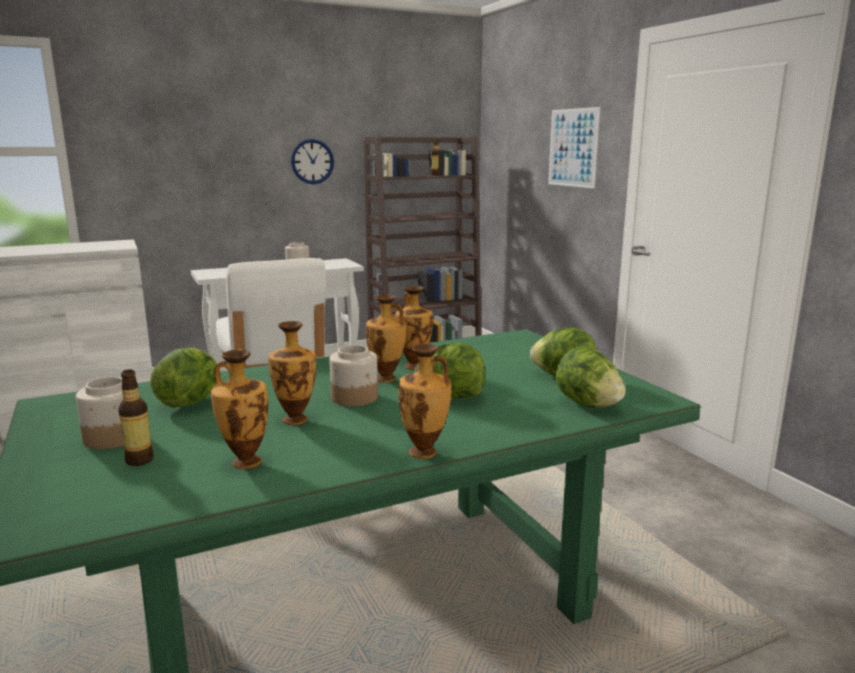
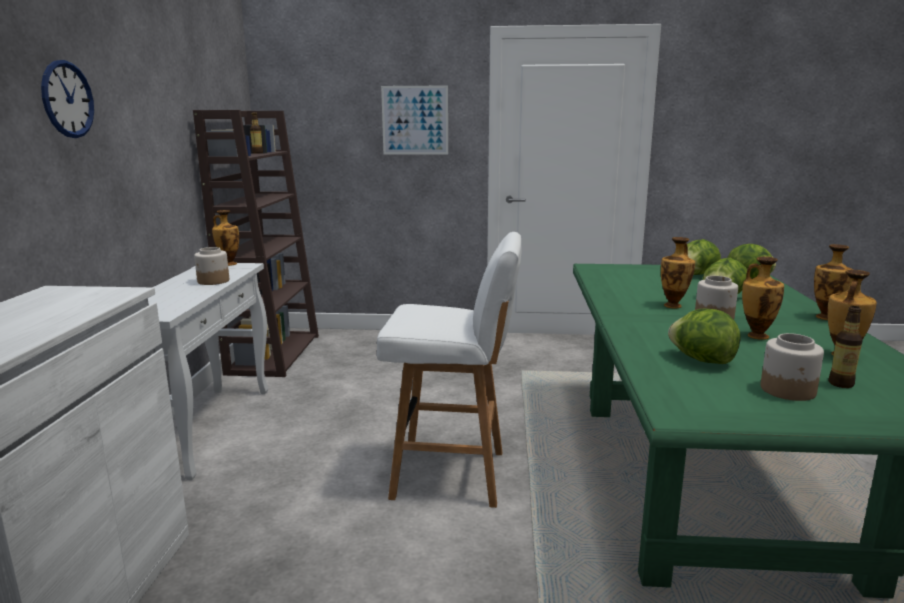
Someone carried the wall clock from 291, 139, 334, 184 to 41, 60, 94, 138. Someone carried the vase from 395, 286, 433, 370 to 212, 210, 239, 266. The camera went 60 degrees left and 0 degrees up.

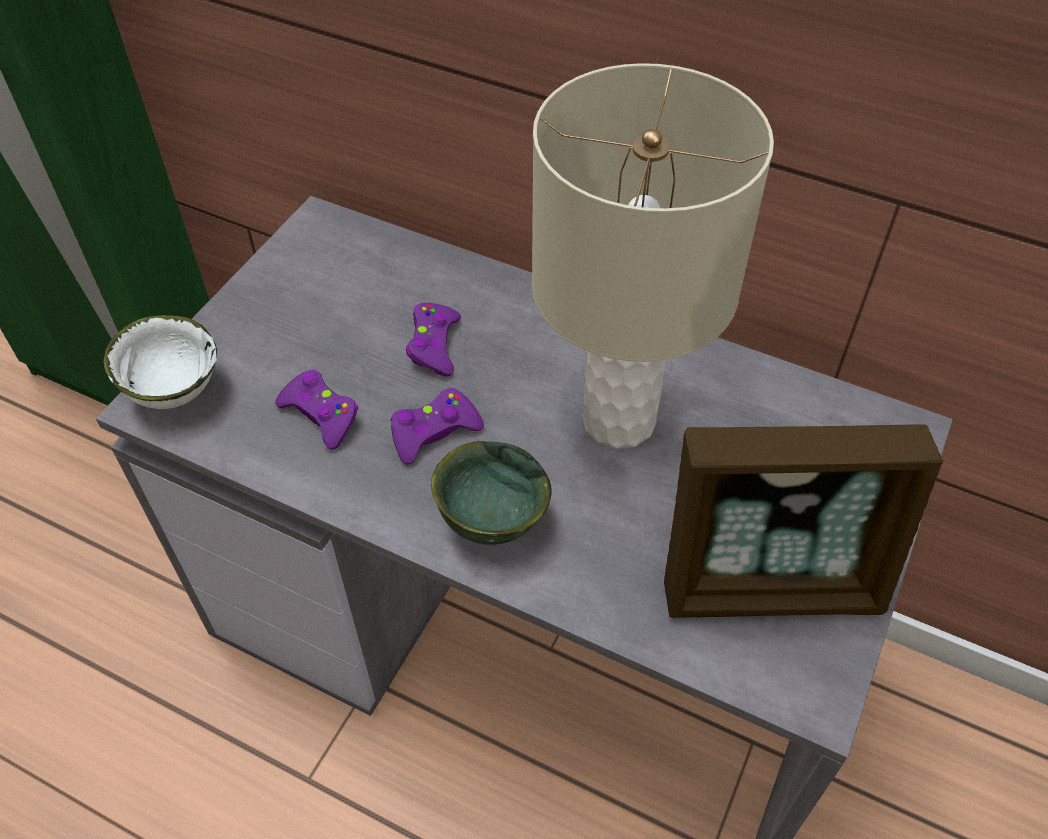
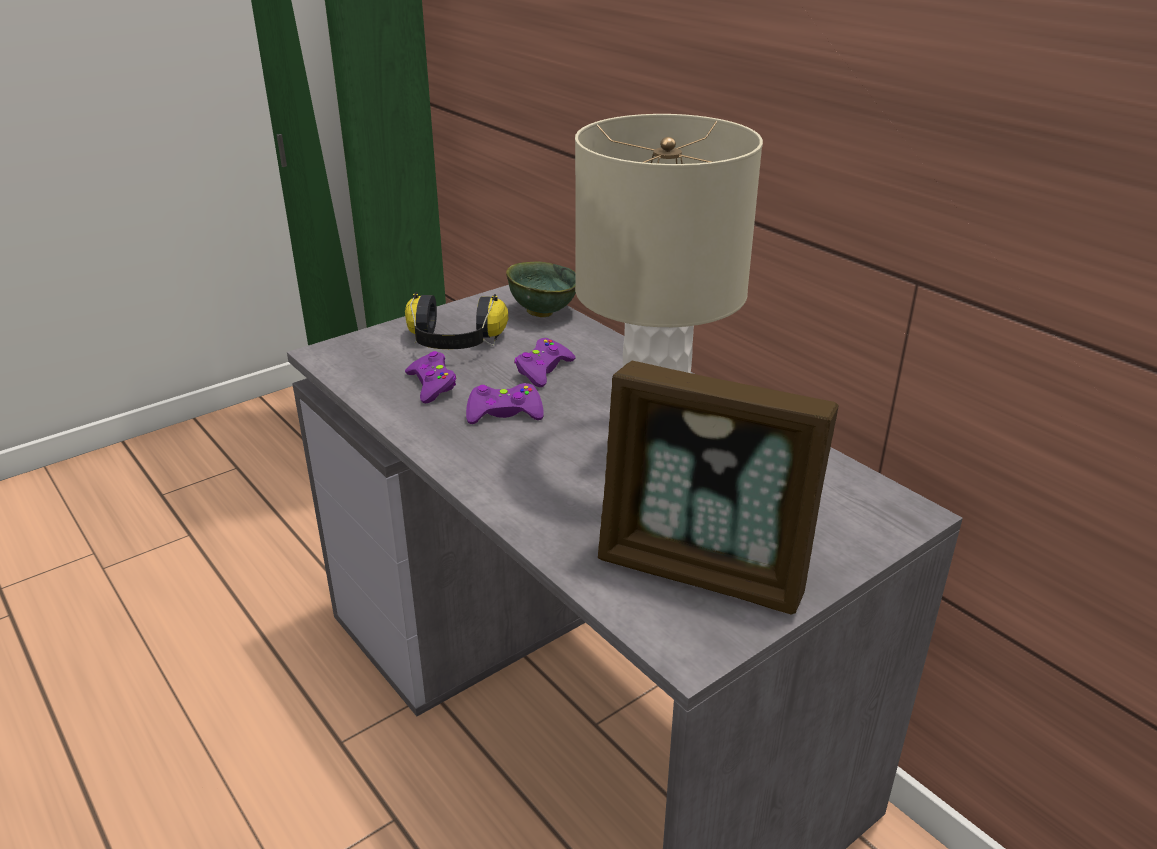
Someone took away the white bowl at 103, 315, 217, 409. Someone put down the headphones at 405, 292, 508, 349. Someone carried the green bowl from 431, 441, 552, 545 to 506, 261, 576, 317. The camera went 25 degrees right and 20 degrees down.

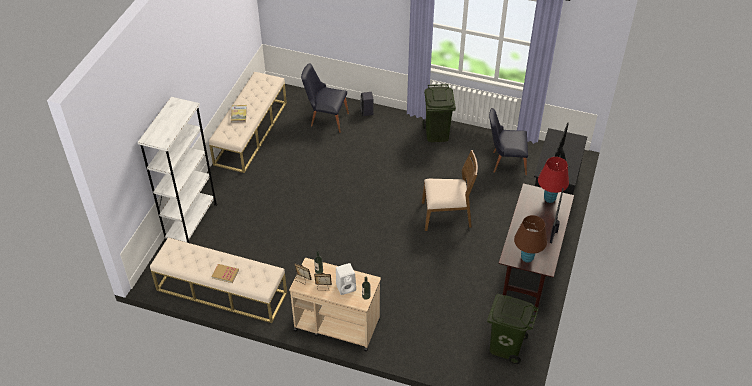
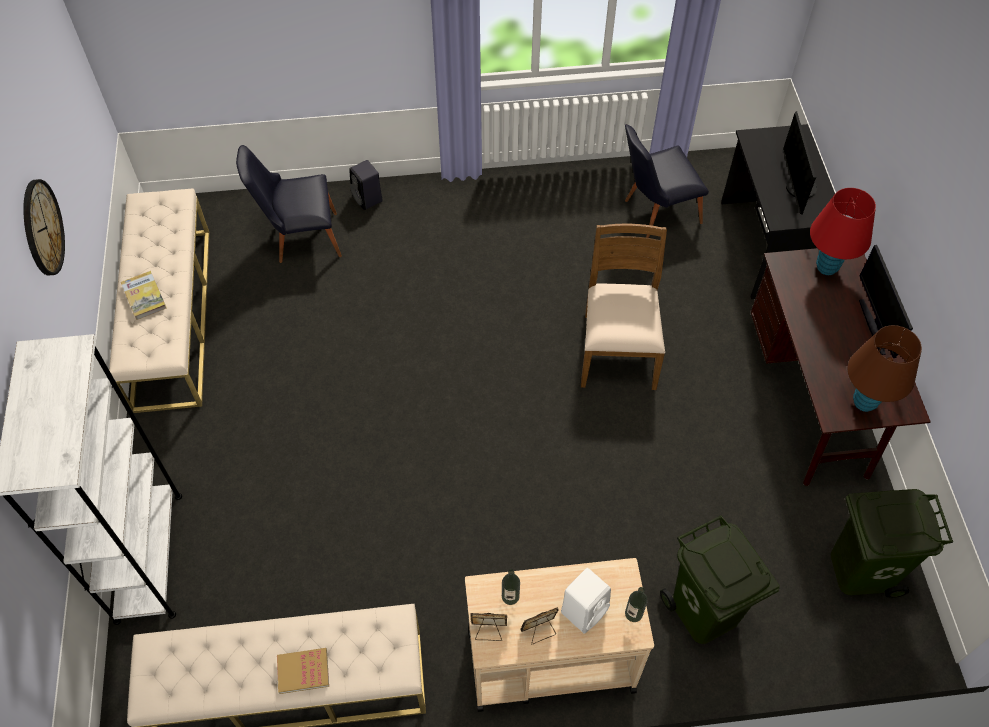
Someone put up the wall clock at 23, 179, 65, 275. Someone carried the green trash can from 423, 84, 456, 142 to 660, 515, 780, 644. Someone rotated the brown chair at 422, 150, 478, 231 by 60 degrees counterclockwise. The camera went 25 degrees left and 10 degrees up.

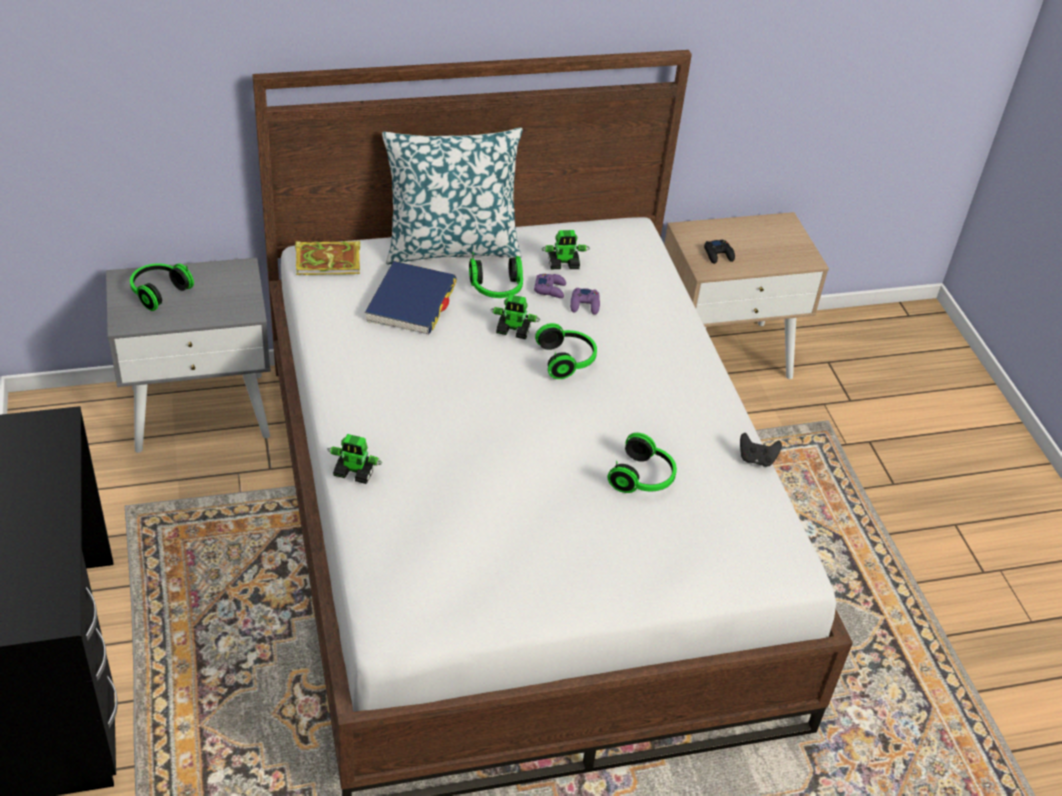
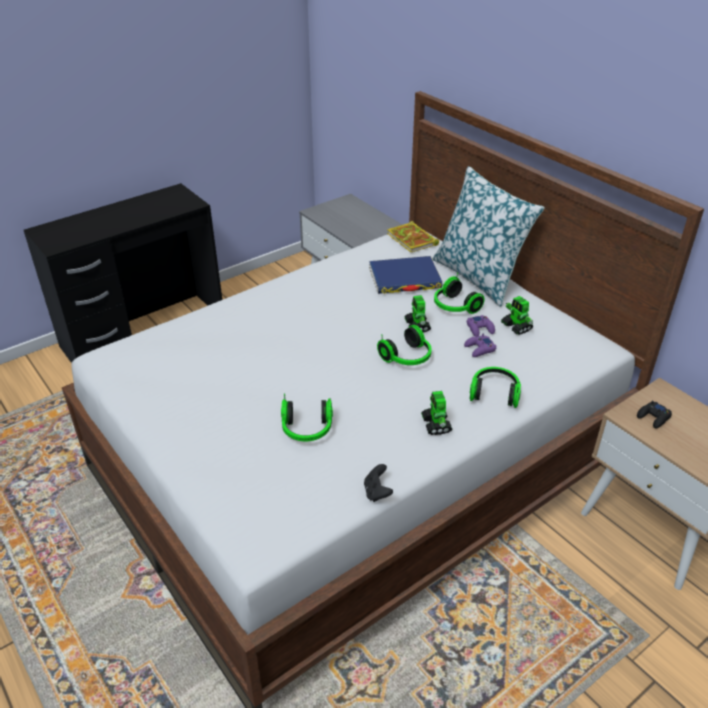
Someone carried the headphones from 130, 263, 194, 311 to 470, 367, 521, 408. Someone carried the toy robot from 328, 434, 382, 484 to 421, 391, 453, 435. The camera went 70 degrees right and 5 degrees down.

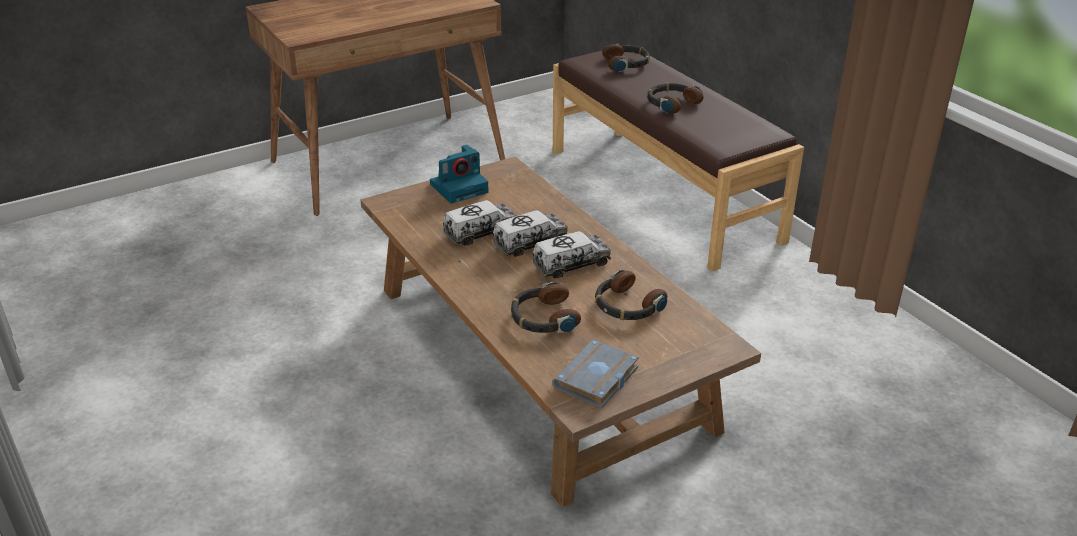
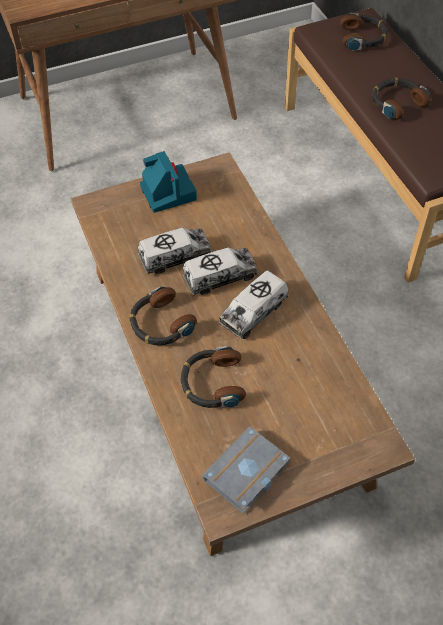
Someone carried the headphones from 595, 270, 667, 320 to 129, 287, 197, 346. Someone rotated the photo camera at 430, 145, 488, 204 by 90 degrees counterclockwise. Someone rotated the toy truck at 532, 231, 611, 278 by 150 degrees clockwise. The camera went 10 degrees right and 20 degrees up.

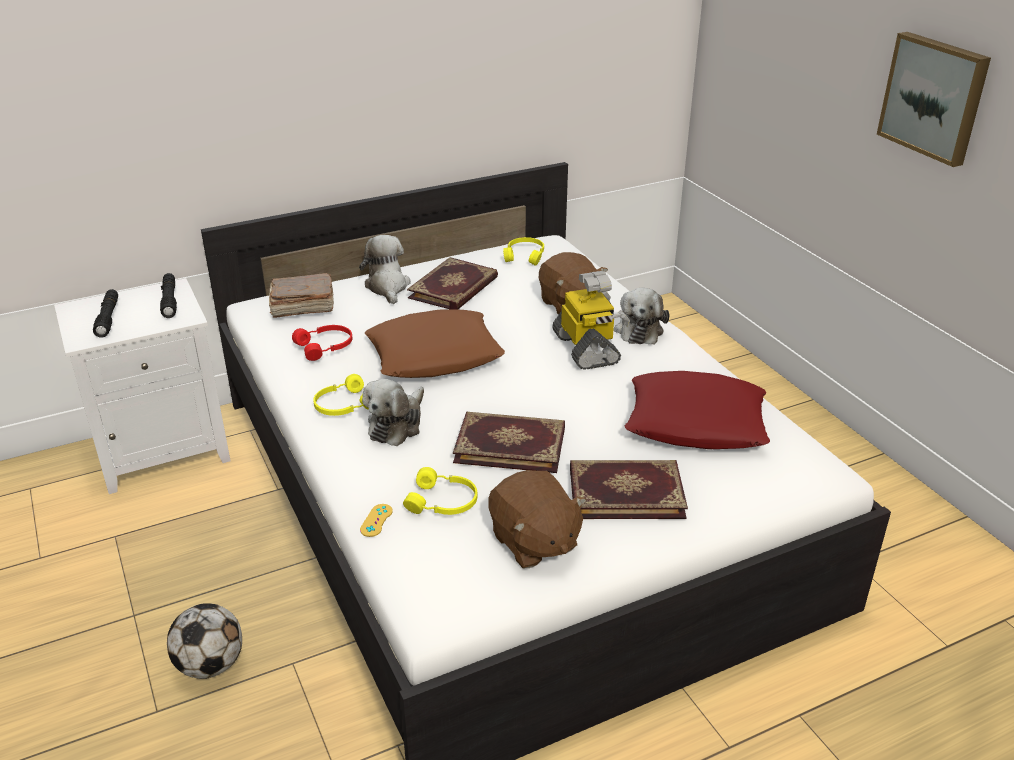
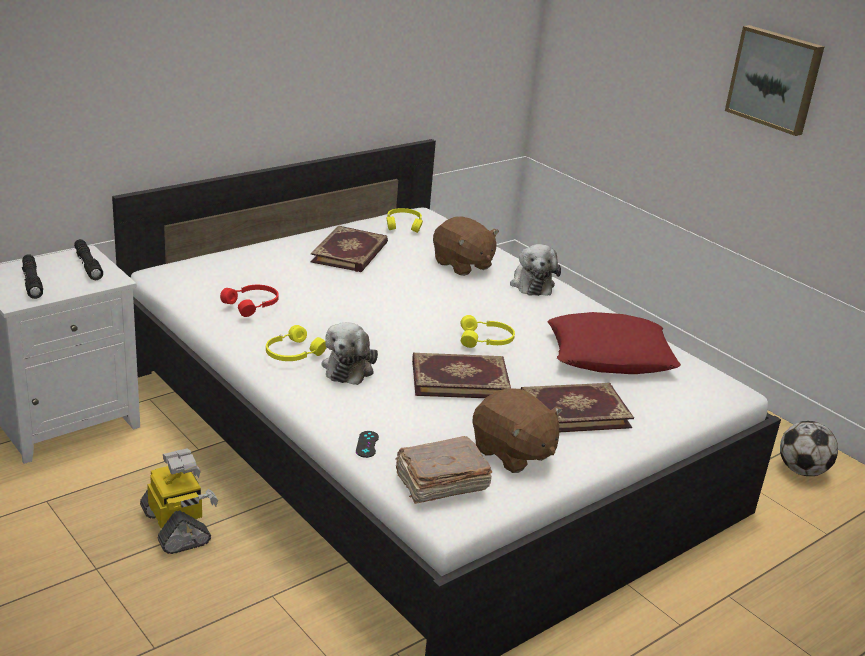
Someone took away the plush toy at 359, 235, 411, 304. Someone took away the brown pillow at 365, 309, 505, 378. Someone carried the football from 167, 603, 242, 679 to 780, 421, 838, 476. Someone carried the brown book from 269, 273, 334, 318 to 395, 436, 492, 504. Someone carried the yellow headphones from 403, 467, 477, 515 to 460, 315, 515, 348. Someone carried the toy robot from 552, 271, 630, 370 to 140, 449, 218, 554. Someone repainted the yellow game controller at 360, 504, 393, 537, which became the black game controller at 356, 431, 379, 458. The camera went 15 degrees left and 5 degrees down.

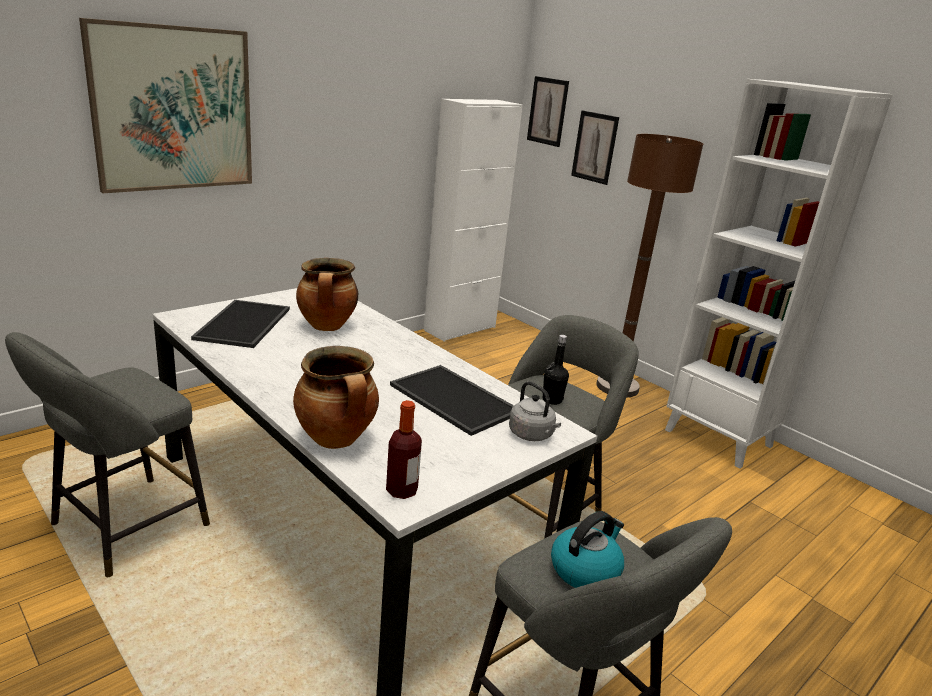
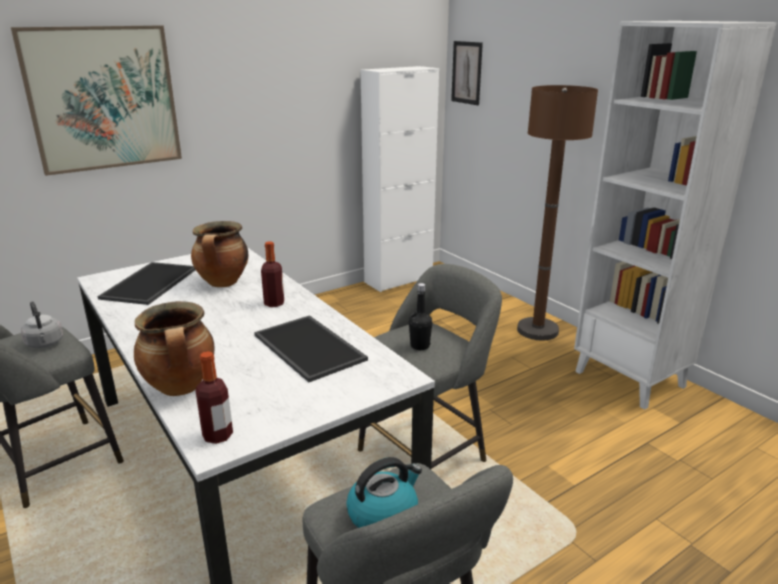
Someone took away the picture at 571, 110, 619, 185. Someone put down the bottle at 261, 241, 284, 307. Someone carried the grey kettle from 509, 381, 561, 441 to 21, 301, 63, 348. The camera went 10 degrees right and 0 degrees up.

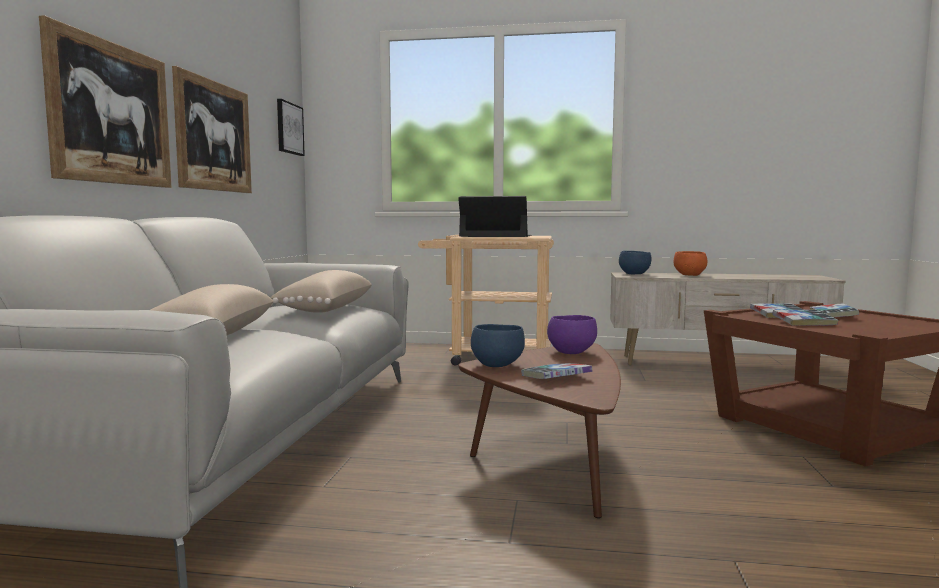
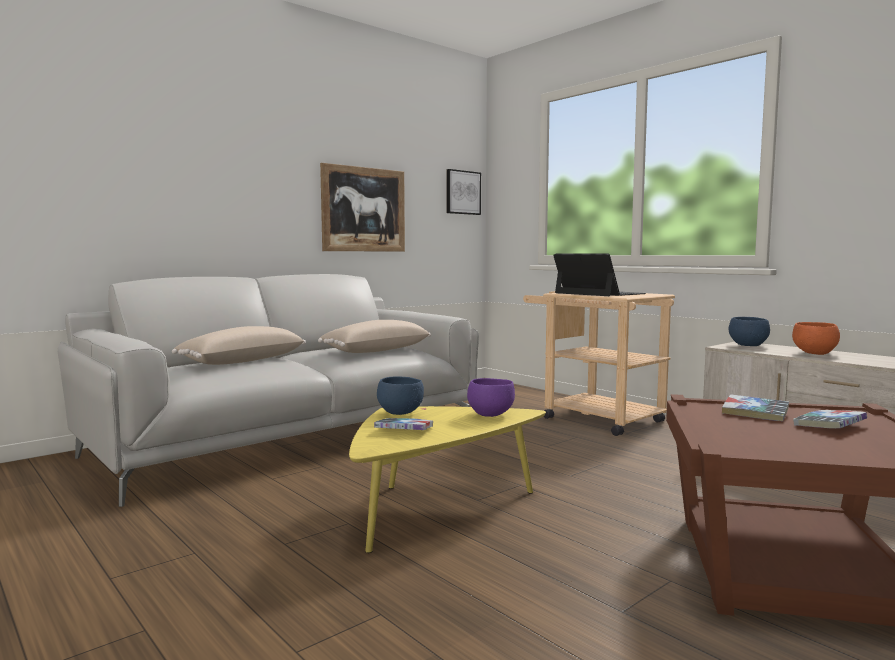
Someone took away the picture at 39, 15, 172, 188. Someone took away the book at 772, 310, 838, 326. Someone repainted the brown coffee table at 459, 343, 621, 518, which became the yellow coffee table at 349, 406, 546, 553. The camera went 40 degrees right and 0 degrees up.

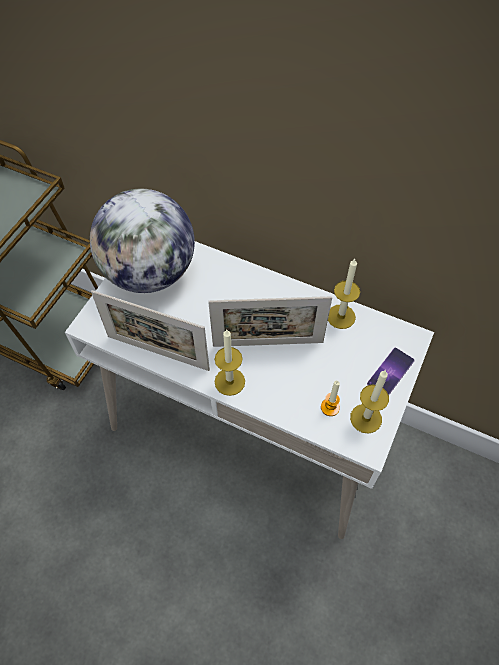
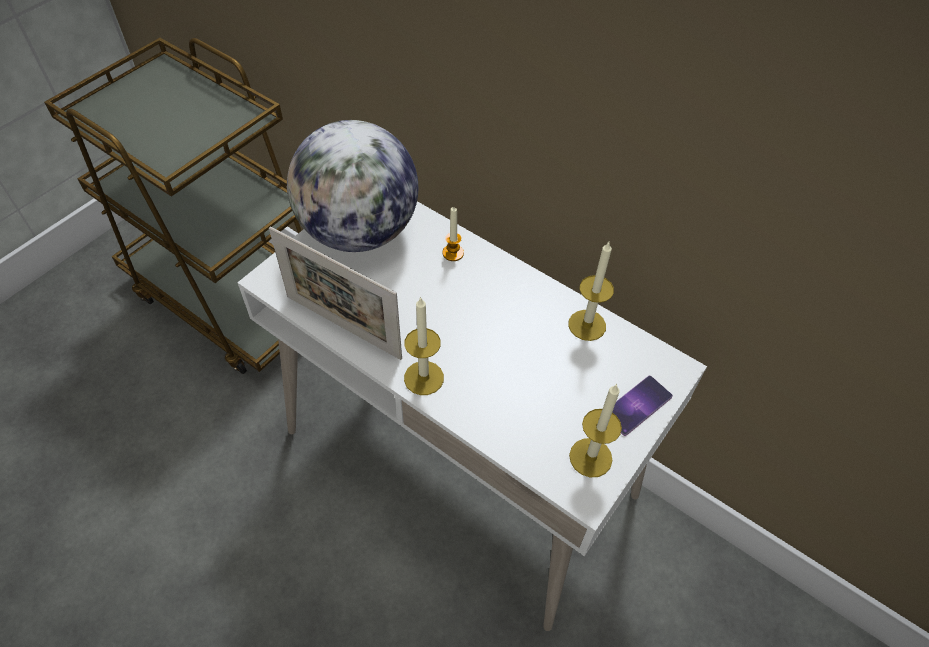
Someone took away the picture frame at 208, 296, 332, 347. Someone carried the candle from 321, 381, 340, 416 to 443, 207, 464, 261. The camera went 10 degrees right and 5 degrees down.

